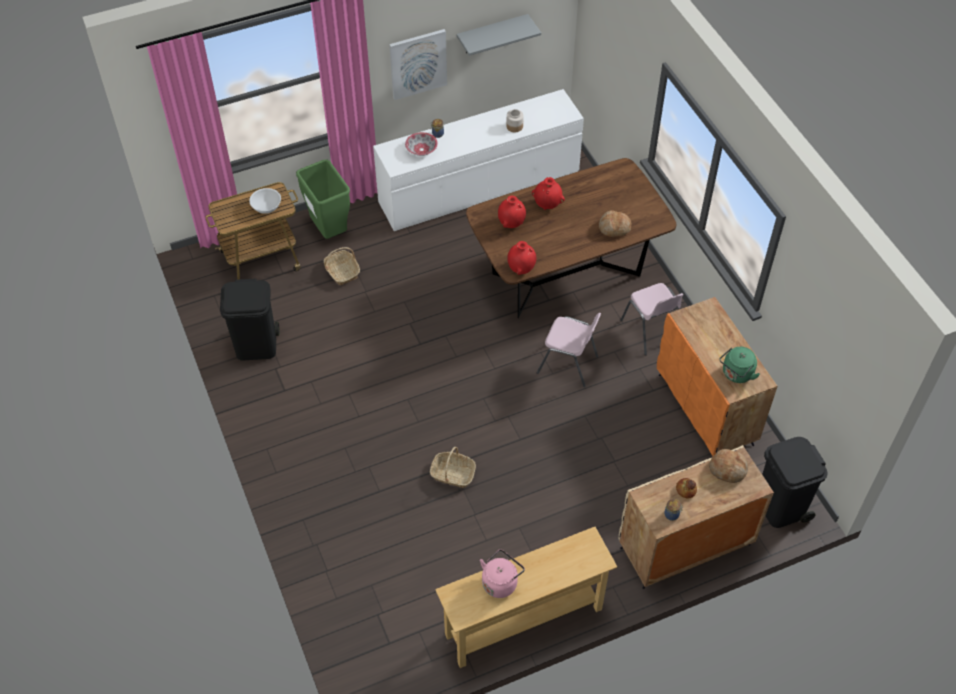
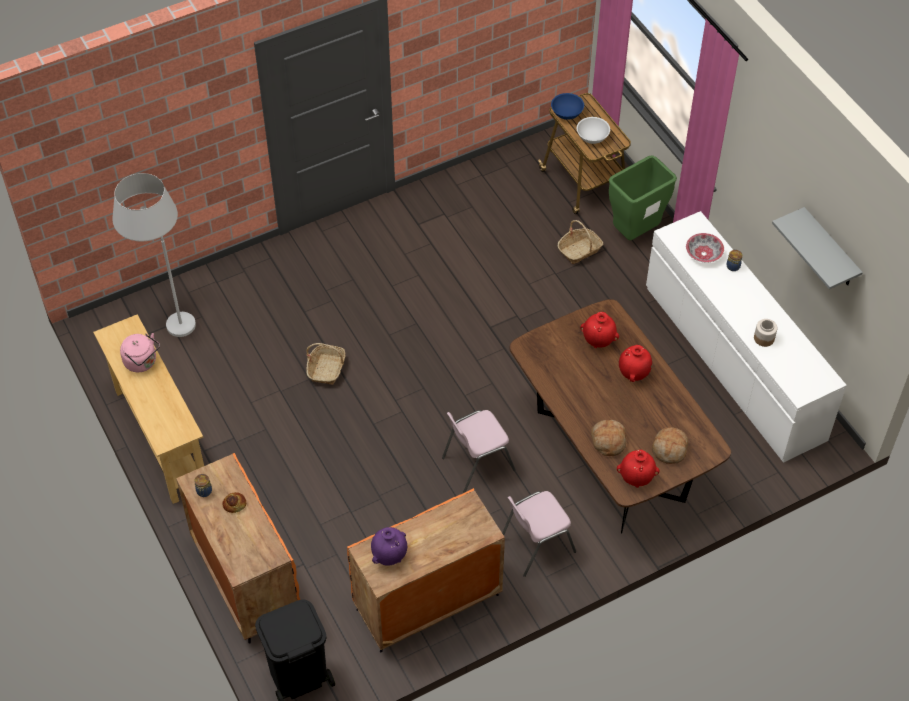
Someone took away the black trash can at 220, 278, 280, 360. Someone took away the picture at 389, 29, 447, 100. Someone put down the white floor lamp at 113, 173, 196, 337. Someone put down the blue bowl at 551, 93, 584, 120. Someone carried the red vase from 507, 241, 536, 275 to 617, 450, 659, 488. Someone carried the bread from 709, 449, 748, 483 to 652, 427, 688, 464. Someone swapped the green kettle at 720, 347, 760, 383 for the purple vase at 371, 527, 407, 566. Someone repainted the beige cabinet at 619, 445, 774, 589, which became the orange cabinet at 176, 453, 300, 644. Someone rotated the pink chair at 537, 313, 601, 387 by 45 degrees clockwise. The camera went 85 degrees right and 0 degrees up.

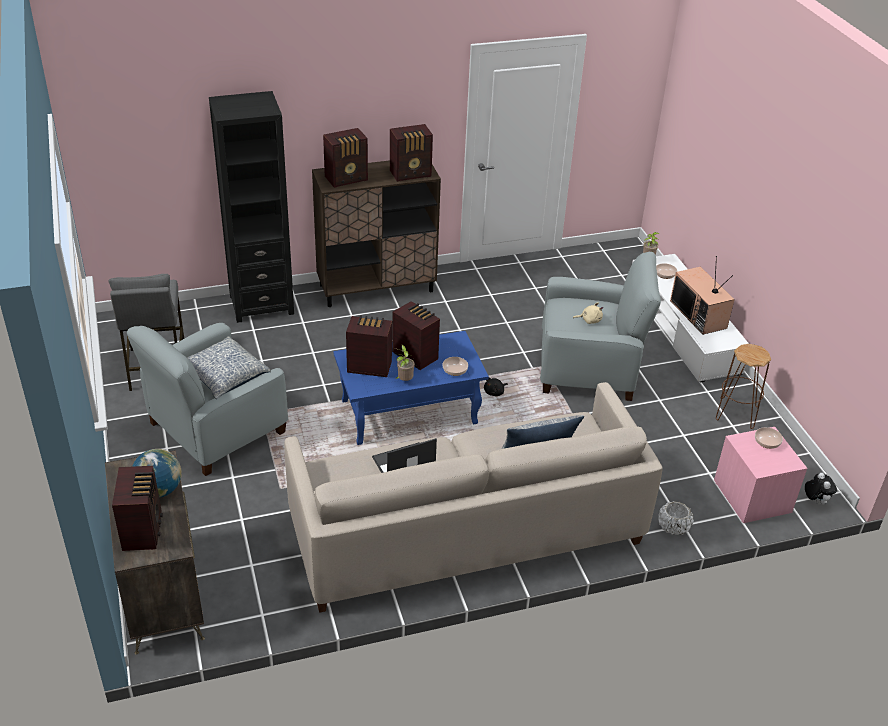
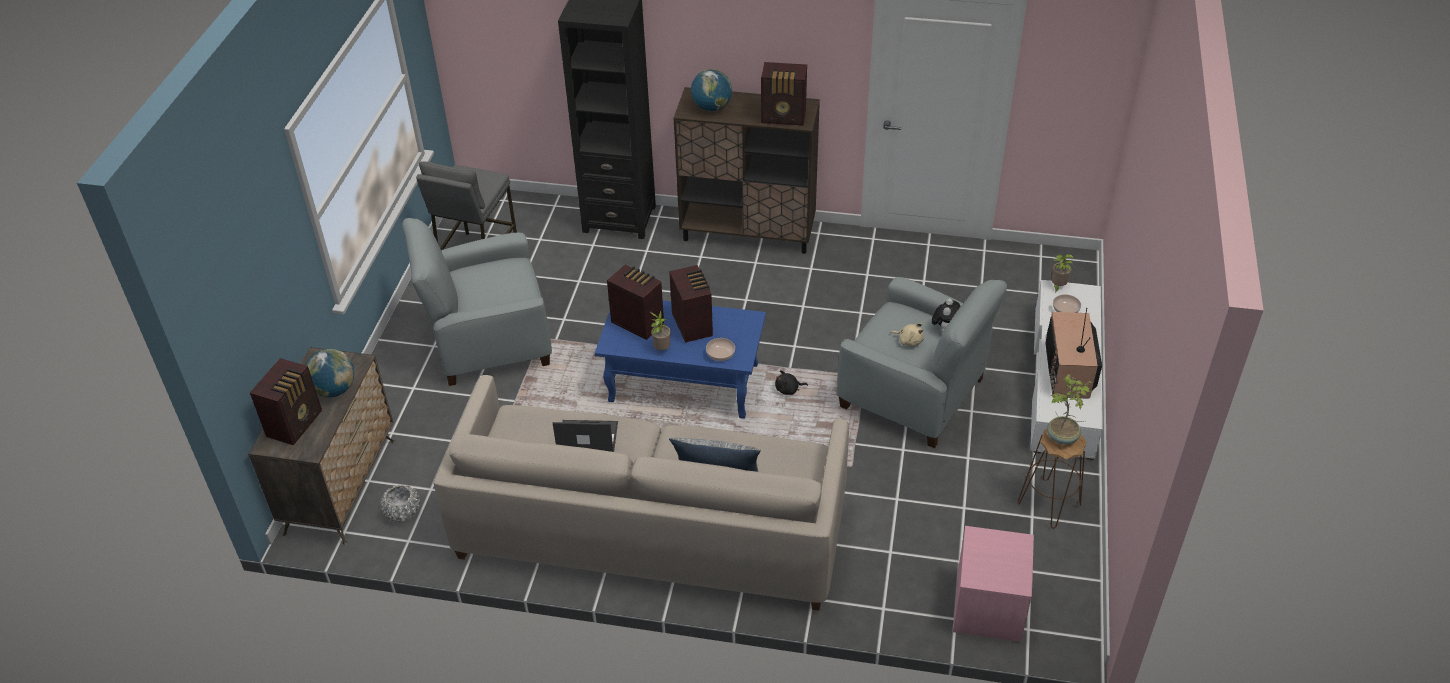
Someone took away the pillow at 187, 336, 271, 399. Someone took away the bowl at 755, 427, 783, 449. Someone put down the potted plant at 1047, 374, 1093, 445. Someone carried the white planter from 658, 501, 693, 535 to 380, 485, 420, 522. Someone carried the plush toy from 805, 473, 837, 505 to 932, 298, 961, 331. Someone swapped the radio at 323, 128, 368, 188 for the globe at 691, 69, 732, 111. The camera went 30 degrees right and 5 degrees up.

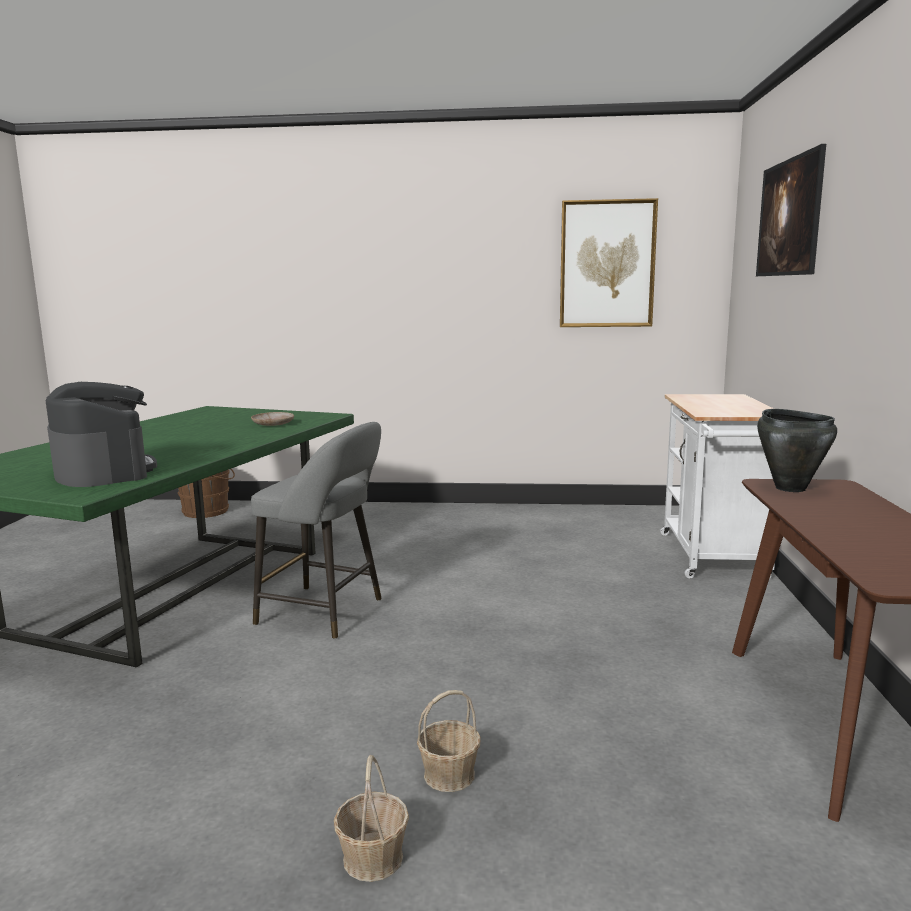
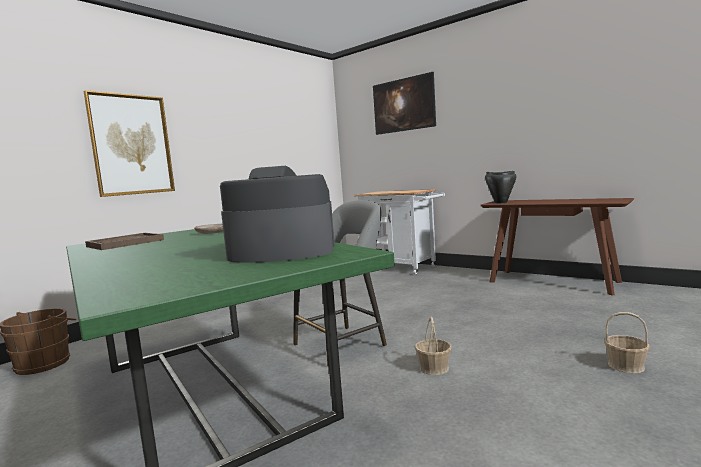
Someone put down the brown tray at 85, 233, 164, 250. Someone carried the basket from 417, 690, 481, 792 to 415, 317, 452, 375. Someone carried the picture from 560, 198, 658, 327 to 84, 90, 175, 197. The camera went 55 degrees left and 5 degrees down.

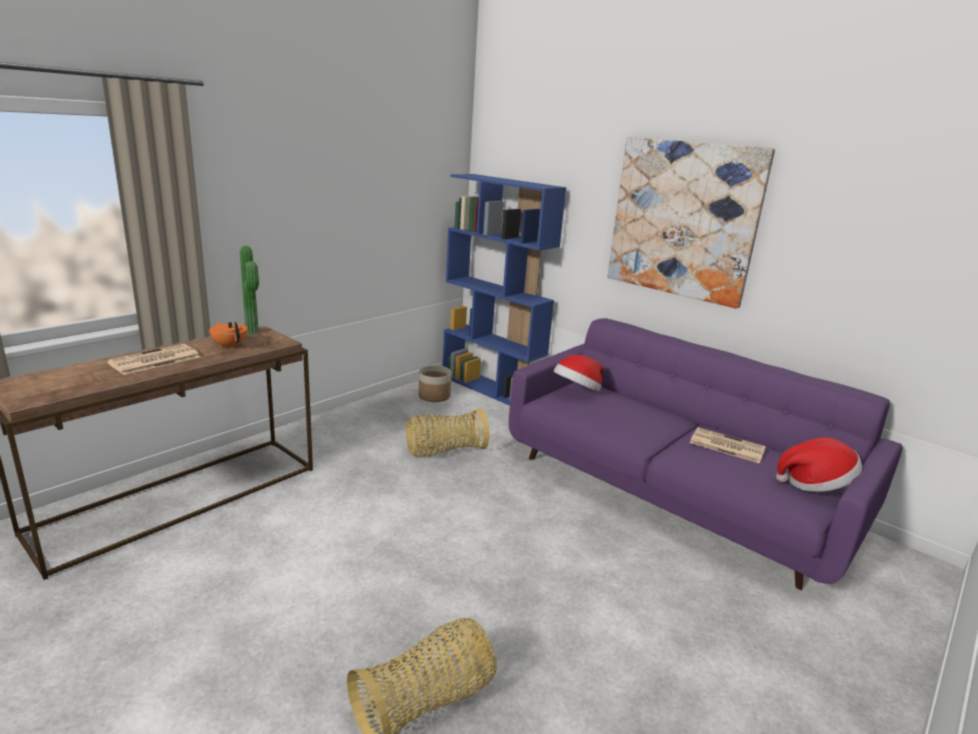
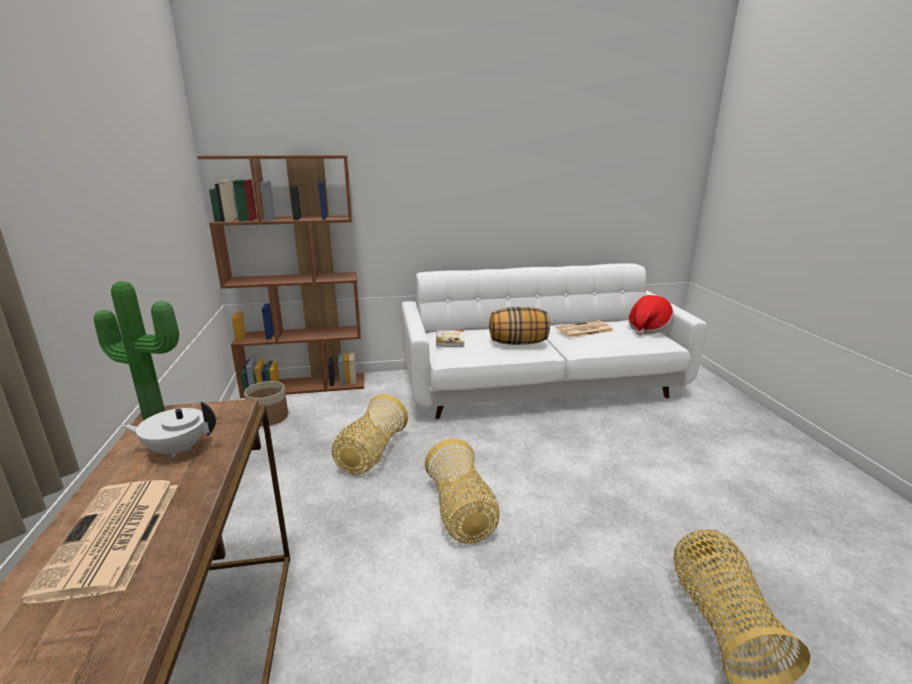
Someone took away the picture at 608, 137, 775, 308. Someone put down the basket at 425, 439, 500, 544. Someone put down the pillow at 489, 307, 550, 345. Someone swapped the hat at 554, 355, 604, 392 for the book at 436, 330, 464, 347. Someone repainted the orange teapot at 209, 322, 247, 349, which became the white teapot at 121, 401, 216, 458. Someone repainted the blue bookcase at 442, 174, 566, 406, which became the brown bookcase at 197, 155, 364, 398. Someone repainted the purple sofa at 509, 318, 902, 590, which became the white sofa at 401, 263, 707, 419. The camera went 50 degrees left and 0 degrees up.

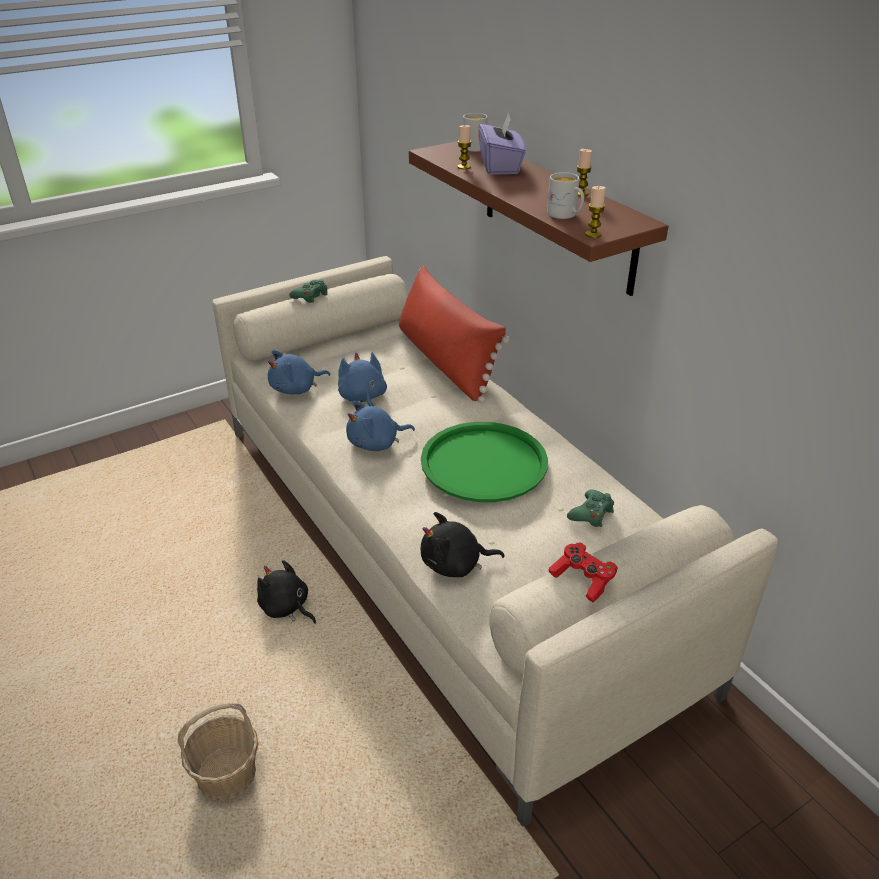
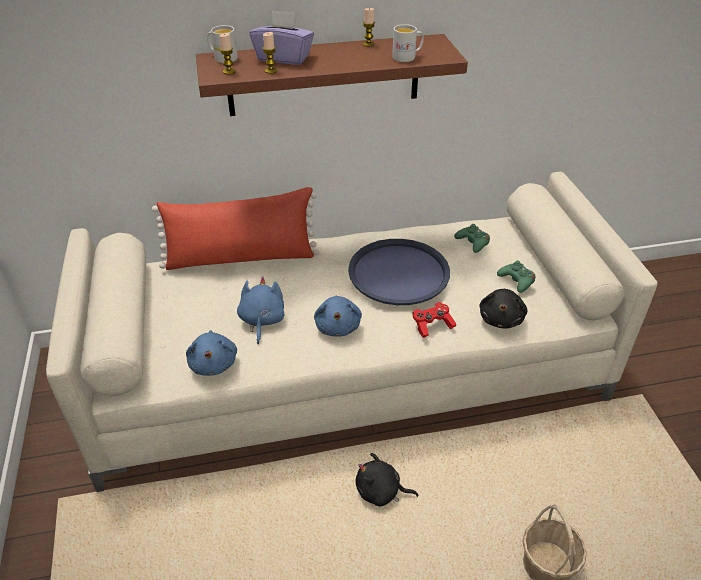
Someone carried the green game controller from 289, 279, 328, 303 to 497, 261, 536, 293. Someone carried the red game controller from 548, 542, 618, 602 to 412, 302, 456, 338. Someone carried the candle from 585, 186, 606, 238 to 219, 33, 235, 75. Someone repainted the green tray at 421, 422, 548, 502, which became the blue tray at 348, 239, 450, 305. Someone rotated the black plush toy at 257, 560, 316, 624 by 45 degrees clockwise. Someone rotated the blue plush toy at 338, 352, 387, 406 by 90 degrees clockwise. The camera went 70 degrees left and 5 degrees up.

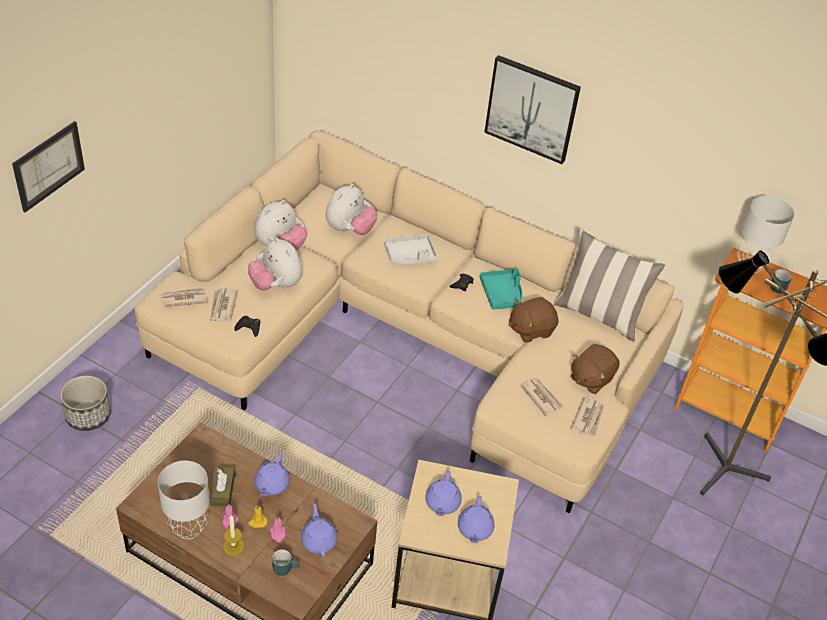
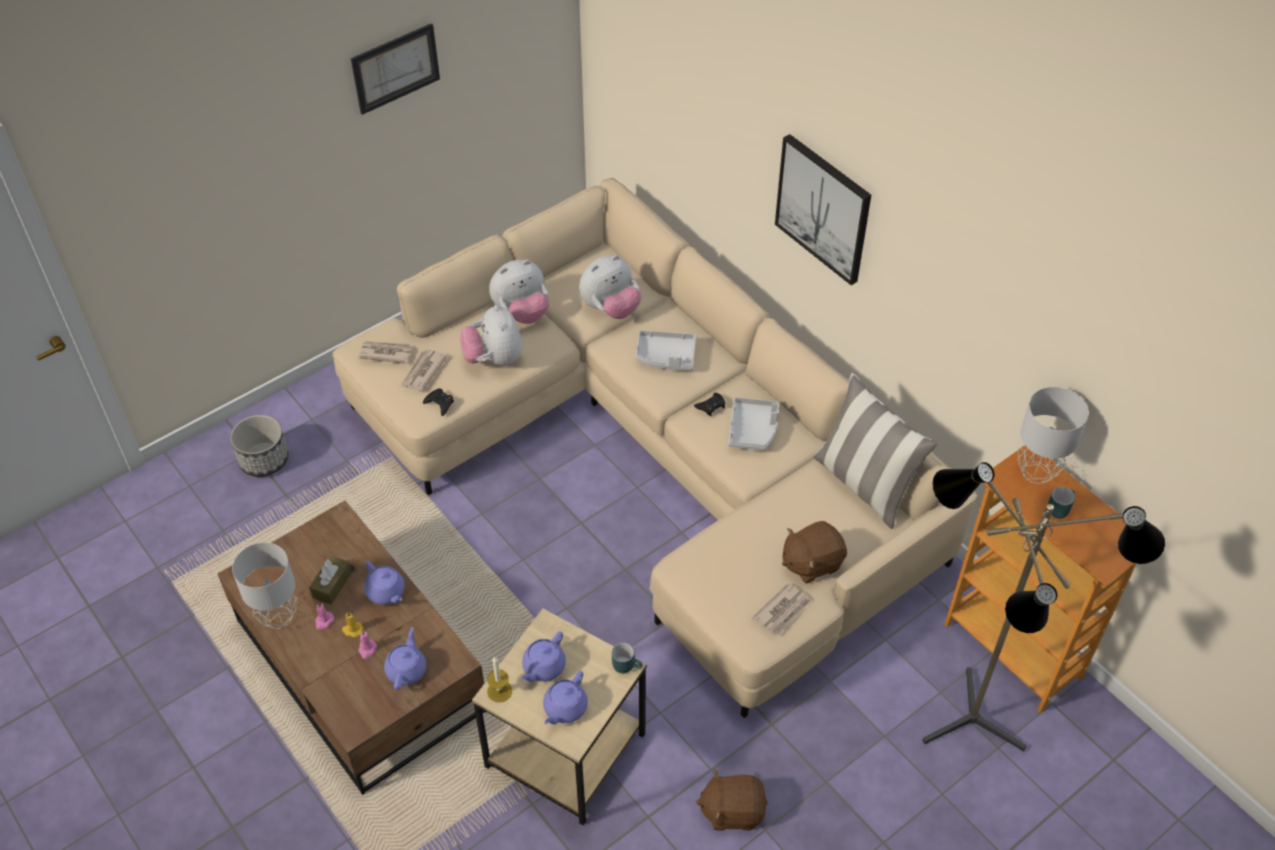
Someone took away the newspaper at 520, 378, 564, 416. Someone carried the picture from 12, 121, 85, 212 to 351, 23, 440, 115. Someone carried the candle from 223, 515, 244, 556 to 487, 656, 512, 702. Someone carried the turquoise mug from 272, 549, 300, 576 to 612, 643, 643, 673. Someone carried the brown plush toy from 508, 297, 558, 343 to 696, 769, 768, 830. Someone repainted the turquoise tray at 480, 269, 522, 310, which became the grey tray at 728, 397, 779, 451. Someone rotated the purple teapot at 255, 454, 290, 497 by 75 degrees counterclockwise. The camera went 25 degrees right and 5 degrees up.

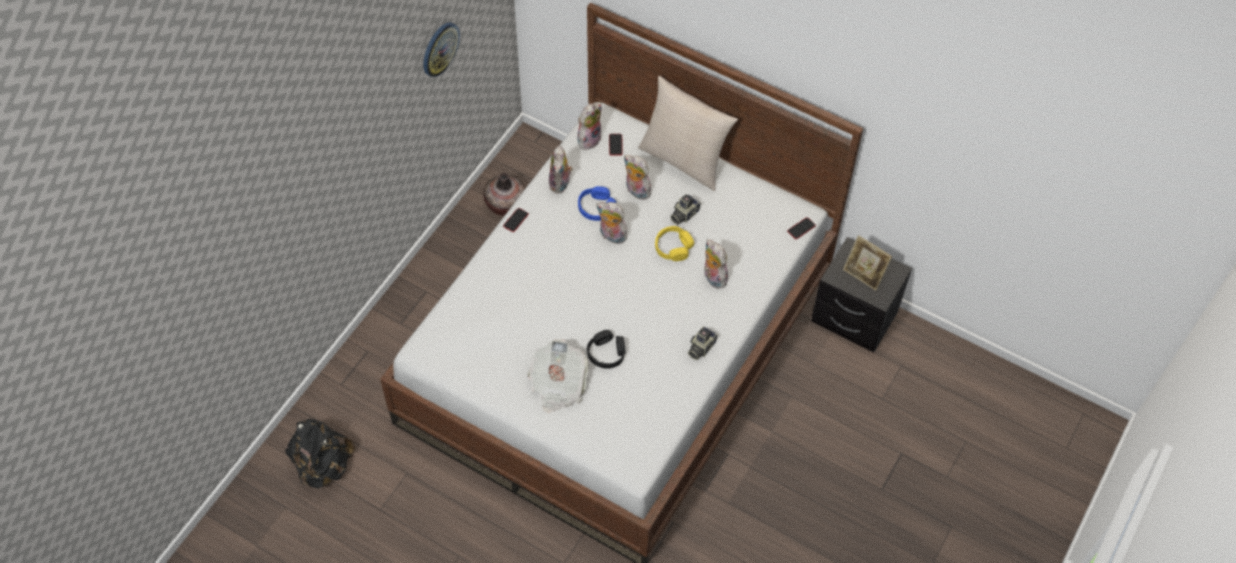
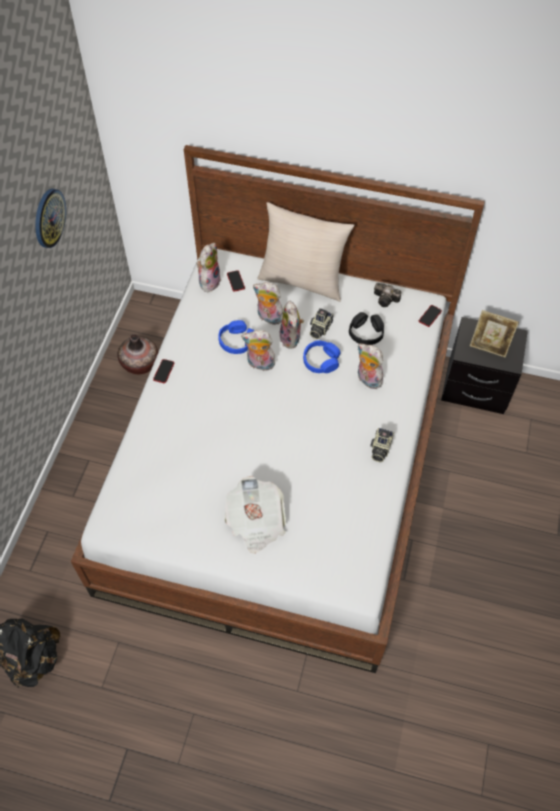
Someone put down the photo camera at 374, 283, 401, 307. Someone carried the plush toy from 549, 146, 573, 193 to 280, 301, 304, 349. Someone carried the black headphones from 587, 330, 626, 369 to 349, 312, 384, 345. Someone repainted the yellow headphones at 655, 226, 694, 261, which became the blue headphones at 303, 340, 340, 373. The camera went 15 degrees left and 0 degrees up.

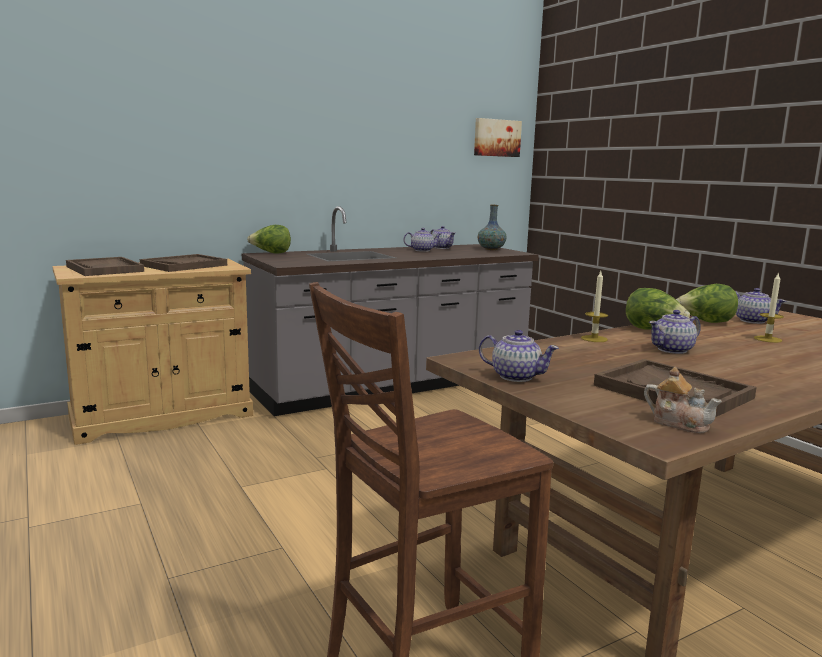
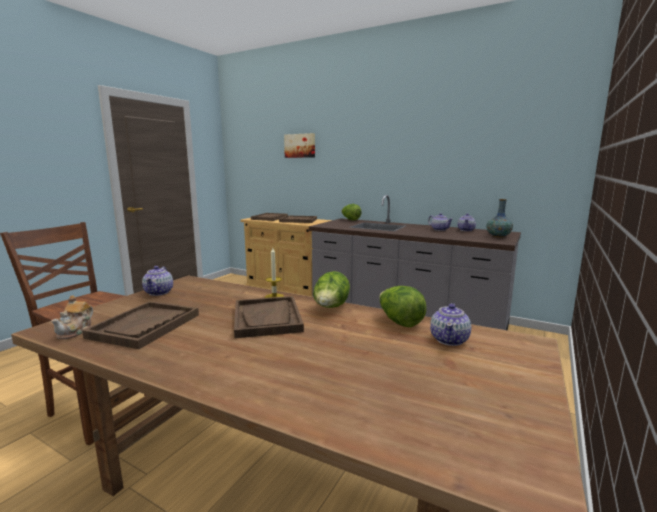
Someone took away the candle at 754, 272, 784, 343. Someone carried the picture from 474, 118, 522, 157 to 284, 133, 315, 158. Someone swapped the teapot at 649, 310, 701, 354 for the brown tray at 234, 296, 304, 338. The camera went 60 degrees right and 0 degrees up.

